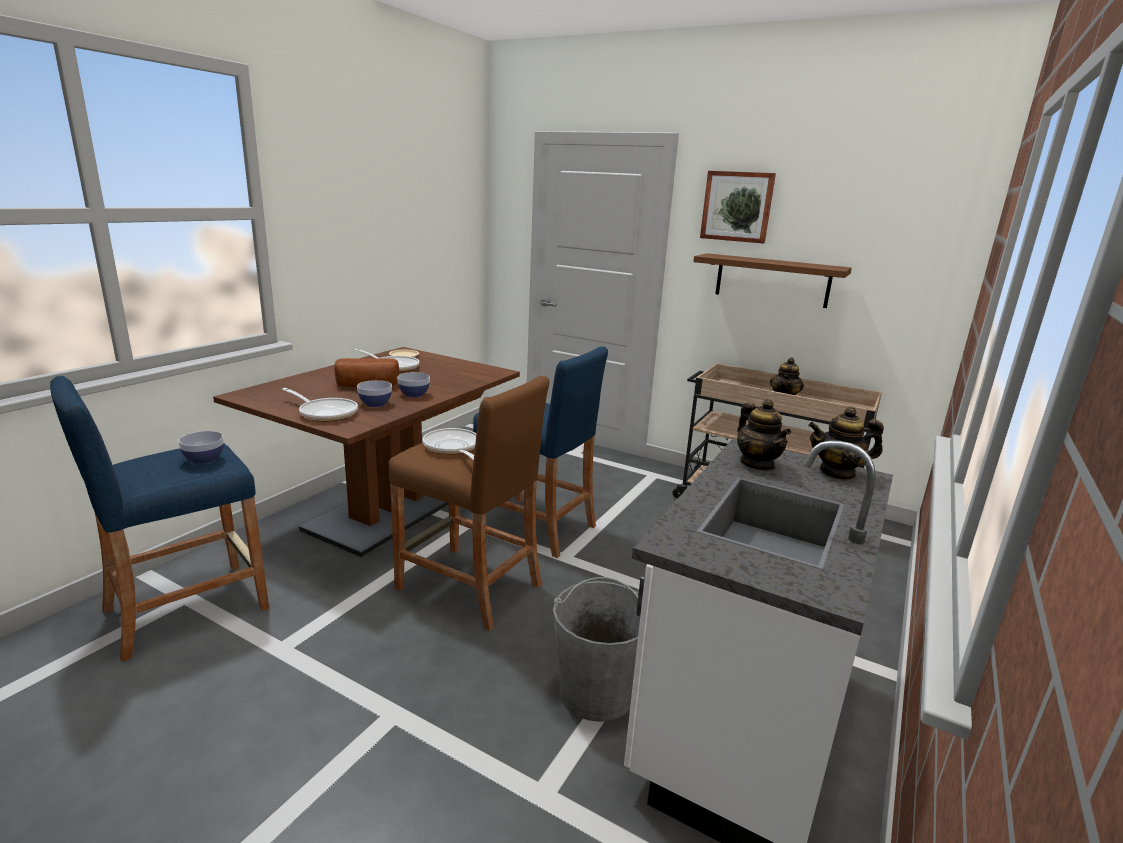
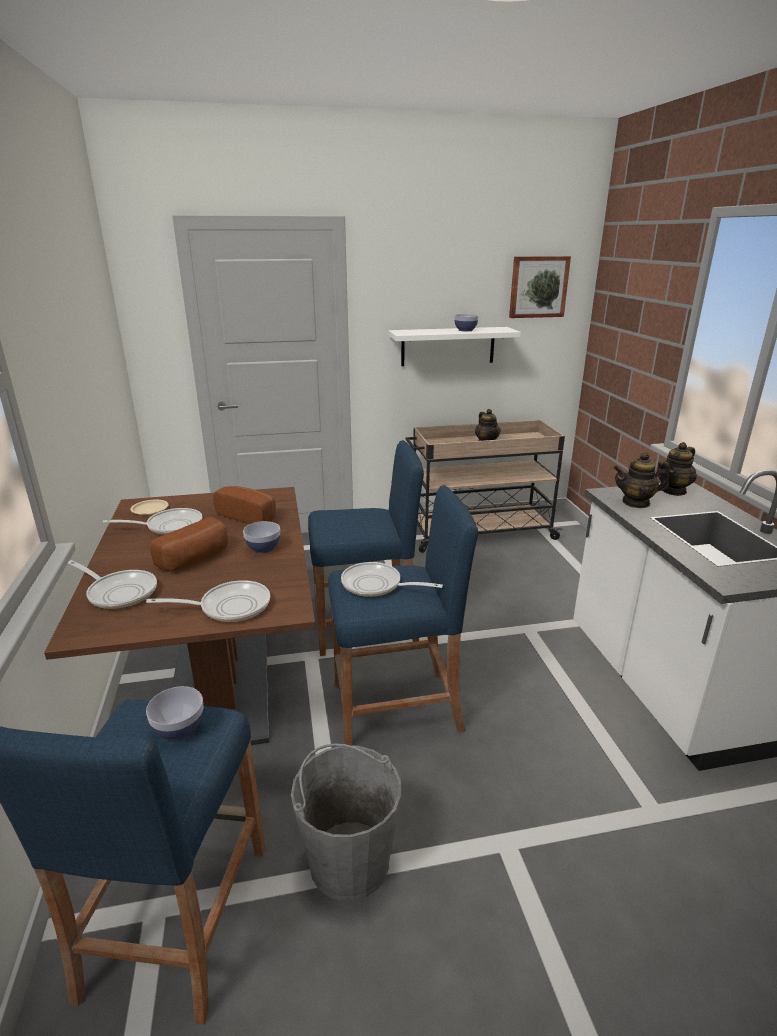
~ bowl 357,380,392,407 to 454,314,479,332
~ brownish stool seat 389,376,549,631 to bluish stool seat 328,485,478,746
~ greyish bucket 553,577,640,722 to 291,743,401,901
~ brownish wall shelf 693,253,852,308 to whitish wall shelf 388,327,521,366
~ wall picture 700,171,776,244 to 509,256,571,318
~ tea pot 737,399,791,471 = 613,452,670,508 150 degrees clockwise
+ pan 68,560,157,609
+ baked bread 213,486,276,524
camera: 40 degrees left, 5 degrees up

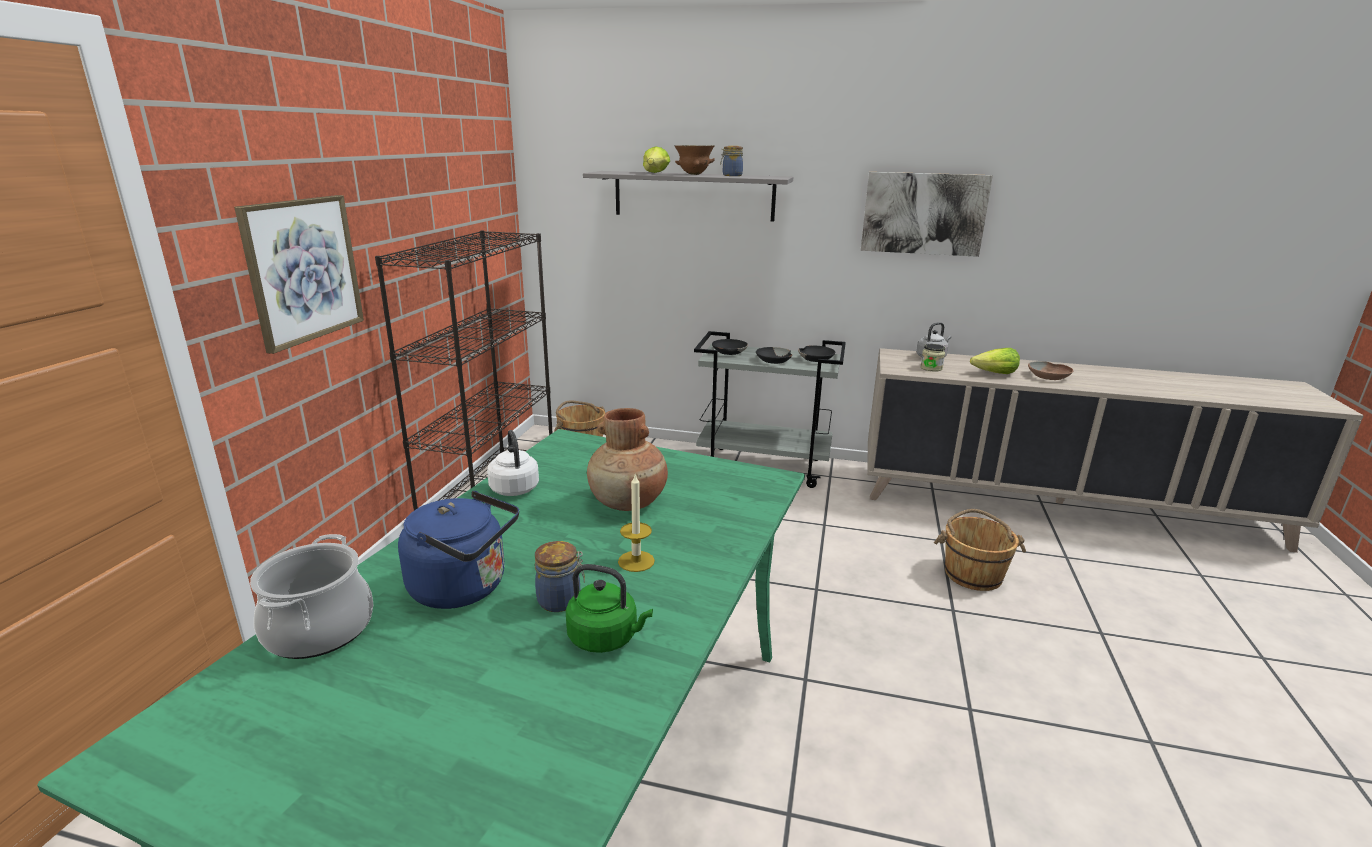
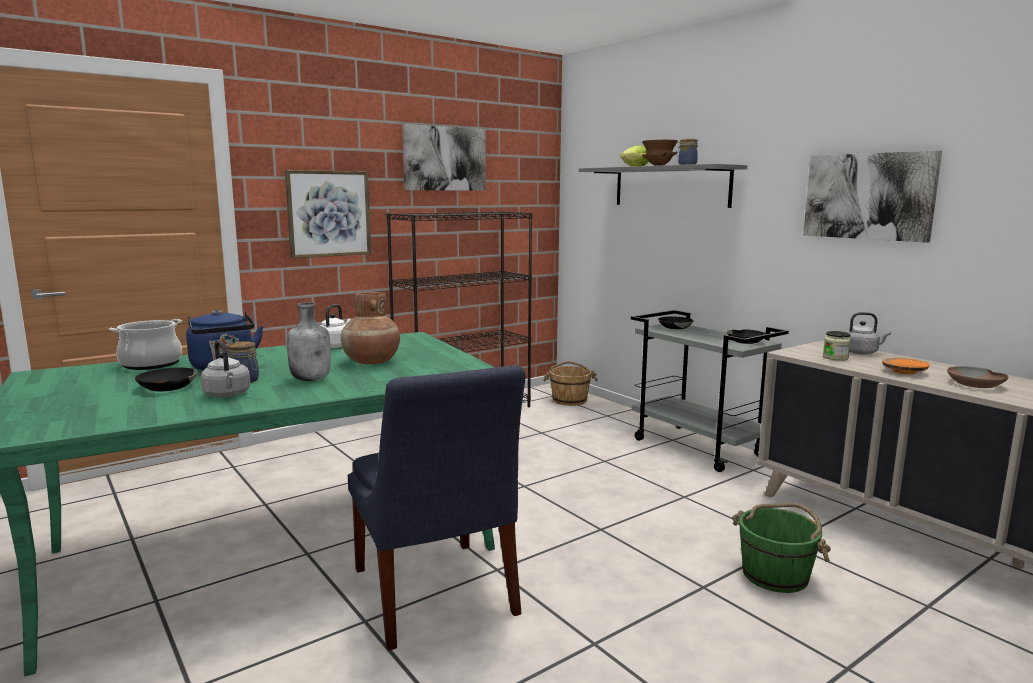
~ green-coloured tea kettle 566,564,653,653 to greyish tea kettle 201,340,250,398
~ candle 618,473,655,572 to greyish drink bottle 287,302,331,381
~ blackish bowl 756,347,792,364 to 135,367,198,391
~ brownish bucket 934,509,1026,591 to green-coloured bucket 732,503,831,593
~ head of lettuce 970,348,1020,374 to orange dinner plate 882,358,930,374
+ bluish chair 348,365,526,650
+ wall picture 402,124,486,191
camera: 40 degrees right, 10 degrees down

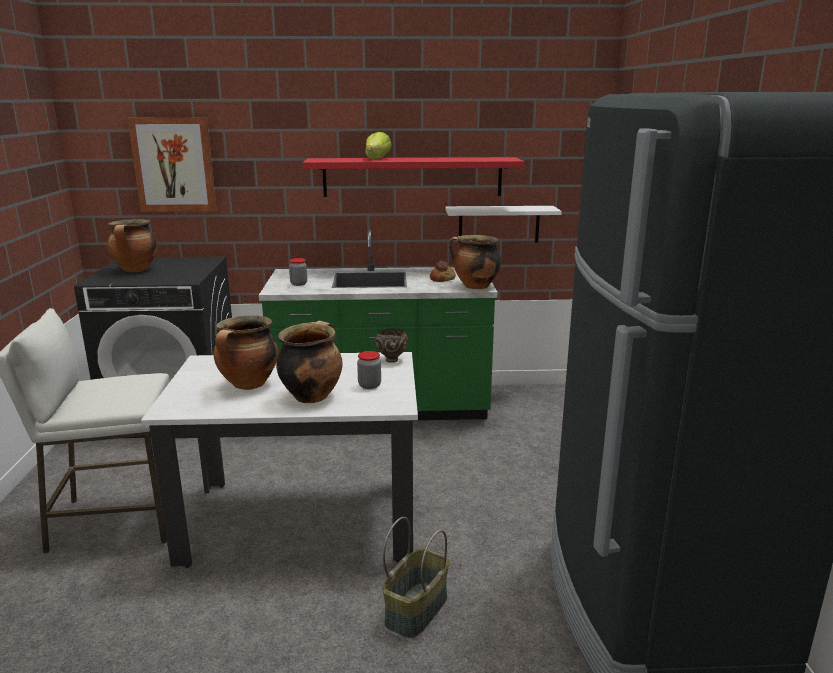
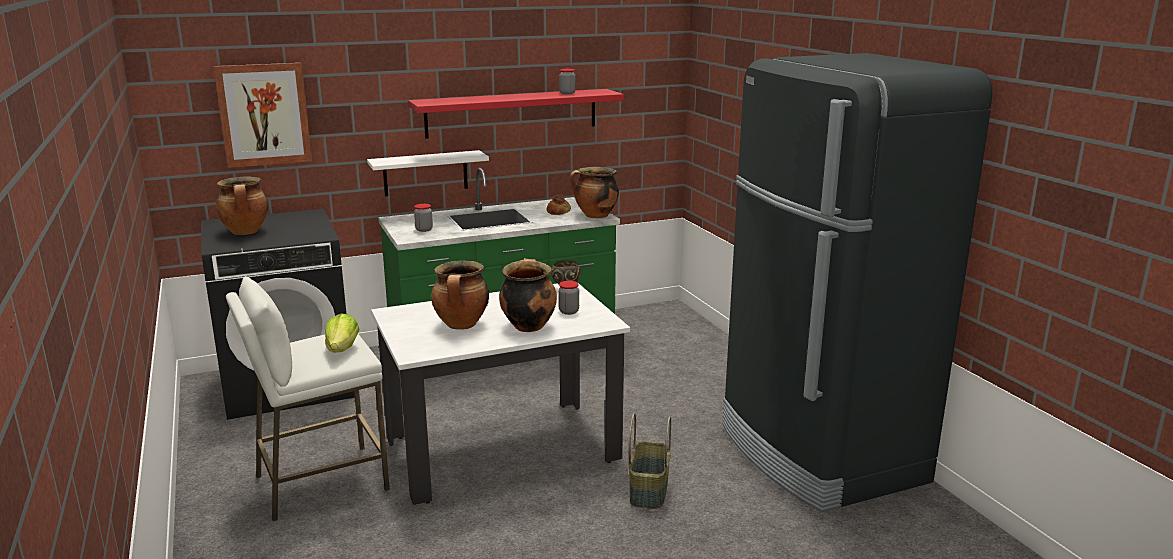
~ head of lettuce 365,132,392,159 to 325,313,359,353
~ whitish wall shelf 445,206,562,243 to 367,150,489,196
+ preserve jar 559,69,576,94
camera: 20 degrees left, 0 degrees up

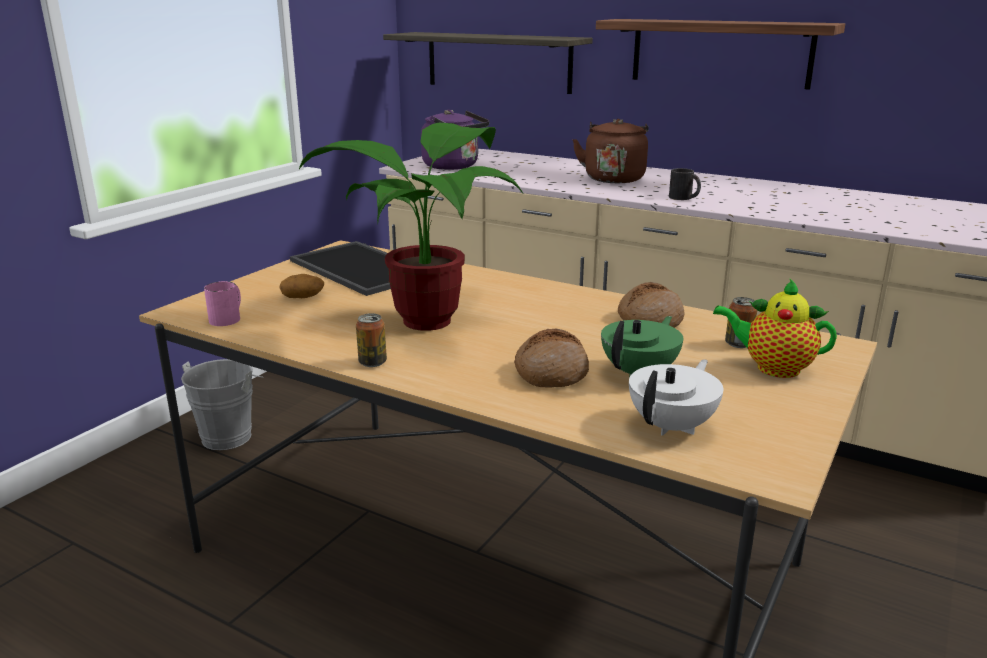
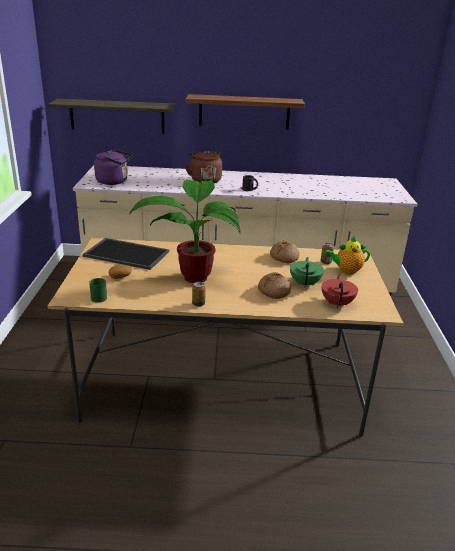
- greyish bucket 181,359,264,450
~ pink-coloured coffee mug 204,281,241,326 to green-coloured coffee mug 89,278,107,303
~ whitish tea pot 629,359,724,436 to red-coloured tea pot 322,275,358,308
camera: 30 degrees left, 5 degrees up

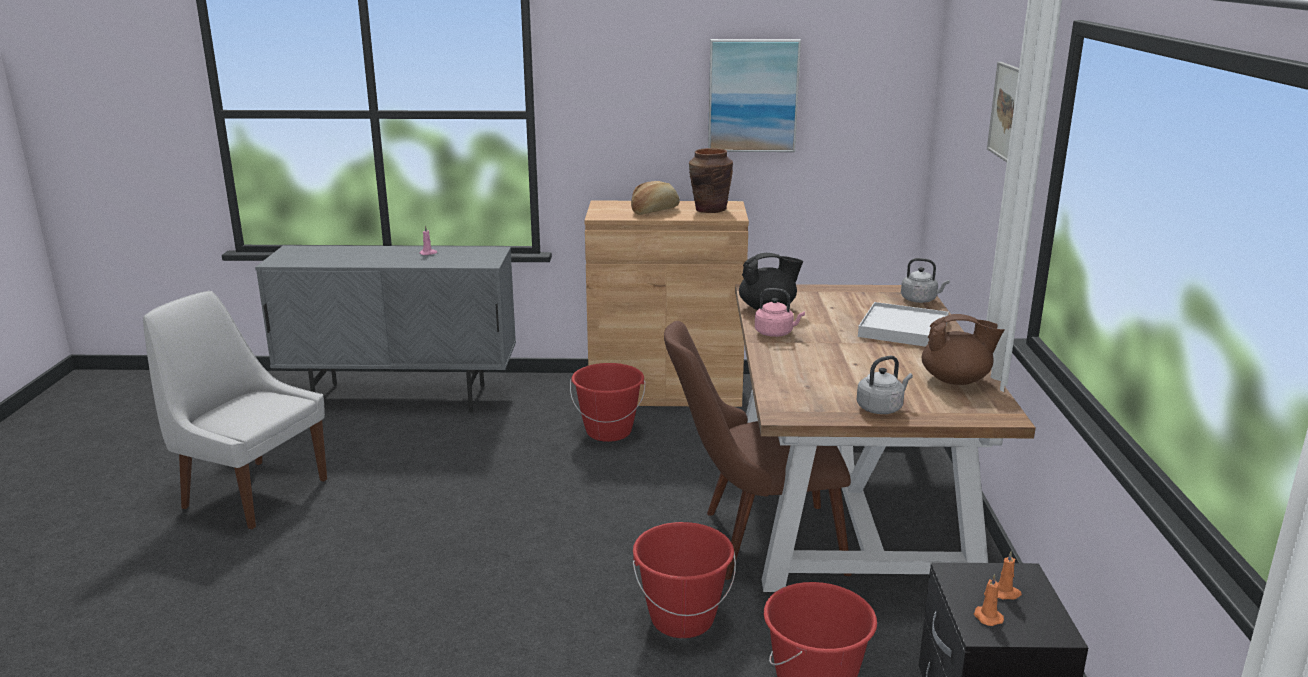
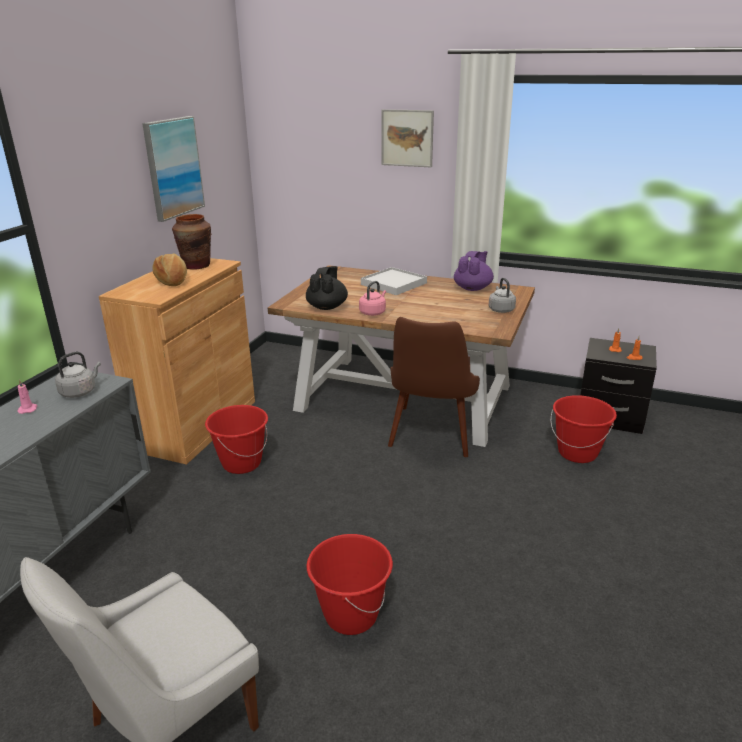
~ red-coloured bucket 633,522,736,638 to 306,534,393,635
~ greyish tea kettle 901,258,949,303 to 55,352,101,398
~ brownish tea pot 922,314,1005,385 to purple tea pot 454,251,494,291
camera: 70 degrees left, 5 degrees up

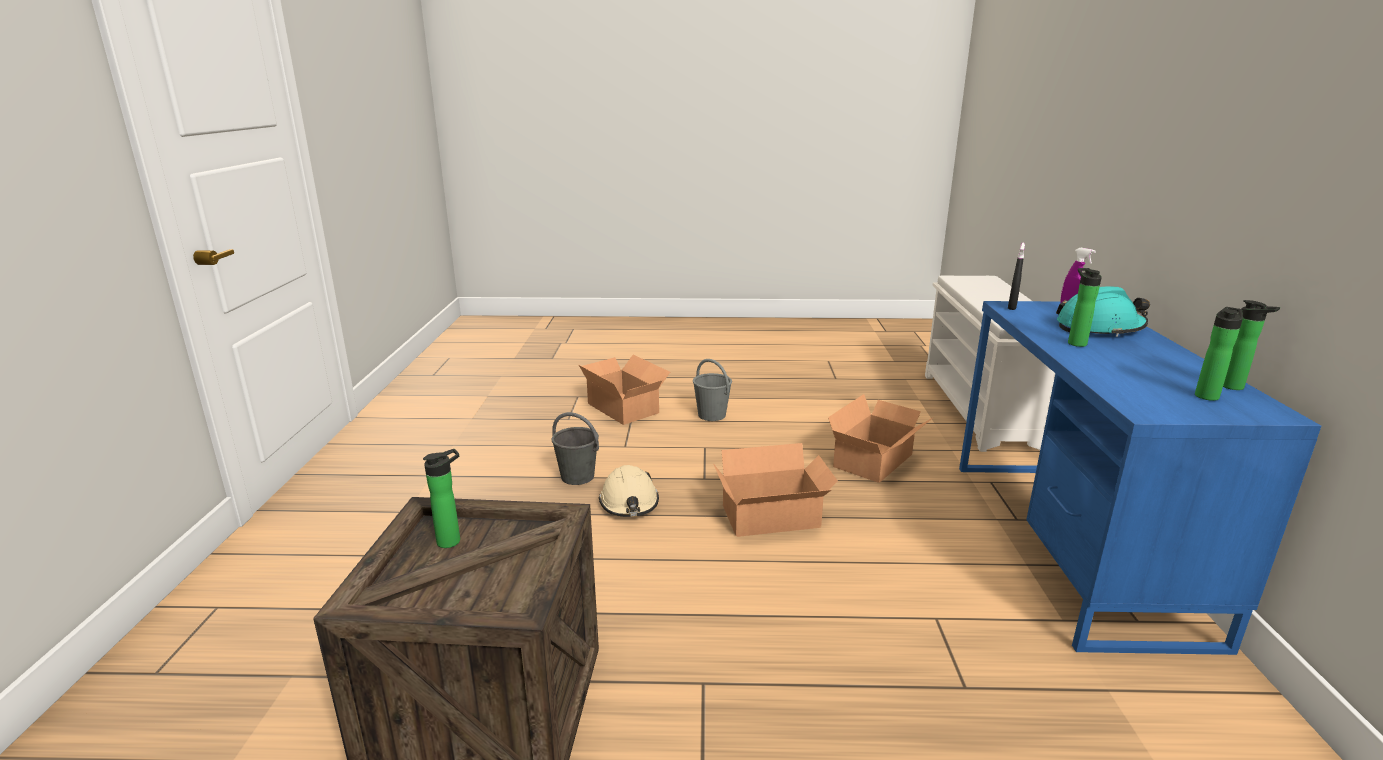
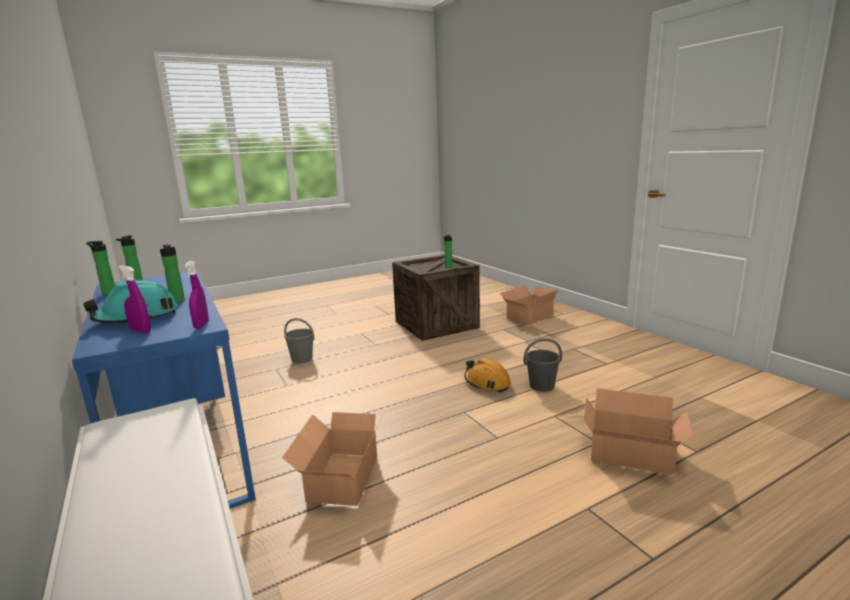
~ beige hard hat 599,465,659,517 to orange hard hat 464,358,511,393
~ greyish bucket 693,359,732,421 to 284,318,315,363
~ packing box 713,443,838,537 to 500,285,558,325
~ blackish hand sprayer 1008,243,1025,310 to purple hand sprayer 185,261,209,329
camera: 150 degrees right, 5 degrees down

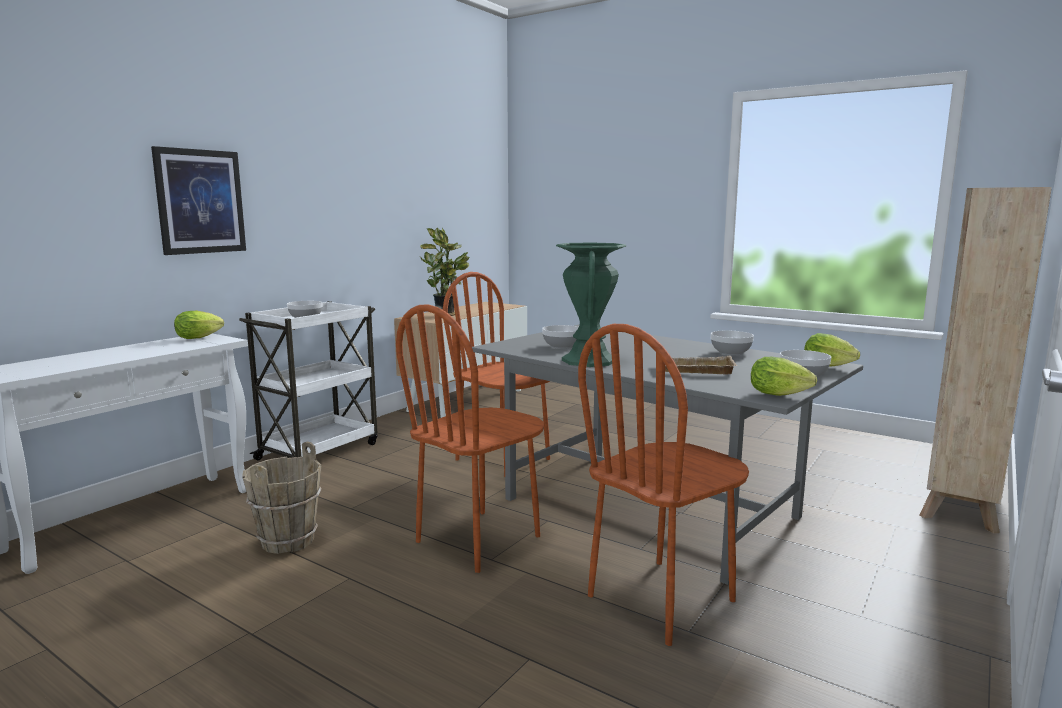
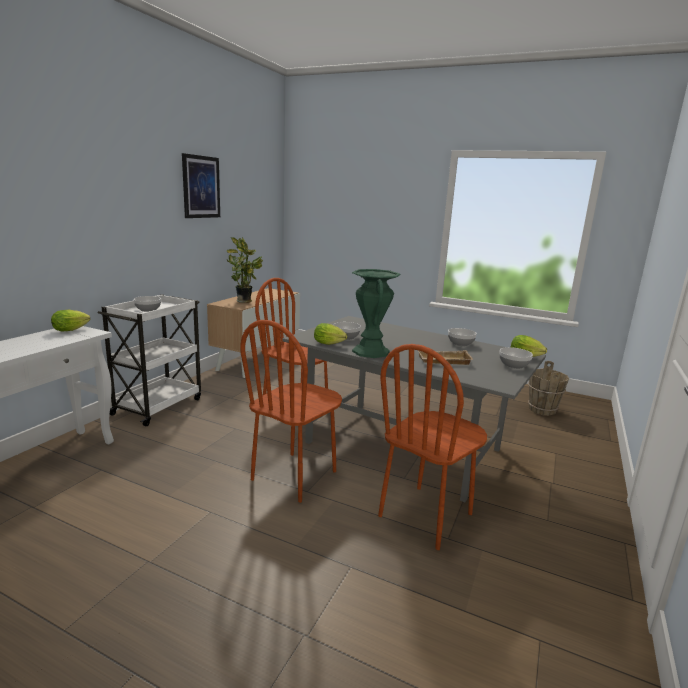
~ wall picture 151,146,246,255 to 182,153,220,218
~ brownish bucket 242,442,322,554 to 528,361,569,416
~ head of lettuce 751,357,817,396 to 314,323,347,345
- beige bookshelf 920,187,1052,534
camera: 10 degrees left, 5 degrees up

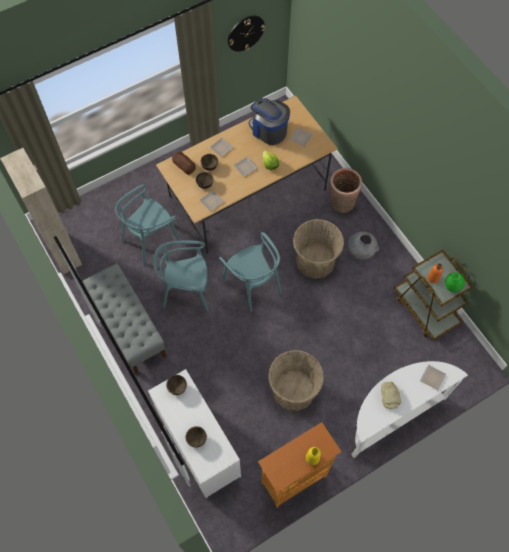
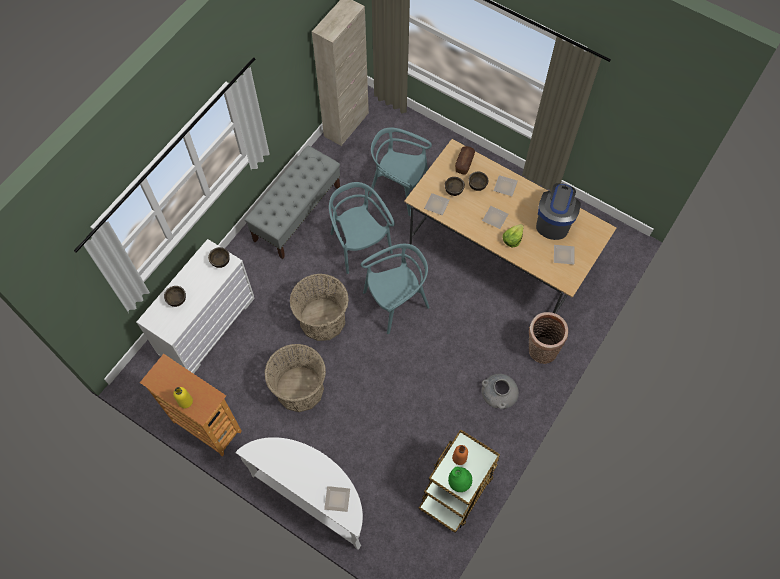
~ turquoise-coloured chair 219,232,282,312 = 361,244,430,334 150 degrees counterclockwise
- hanging clock 228,16,265,51
~ basket 293,219,344,279 to 290,274,349,341
- baked bread 381,382,401,409
camera: 65 degrees right, 0 degrees up

